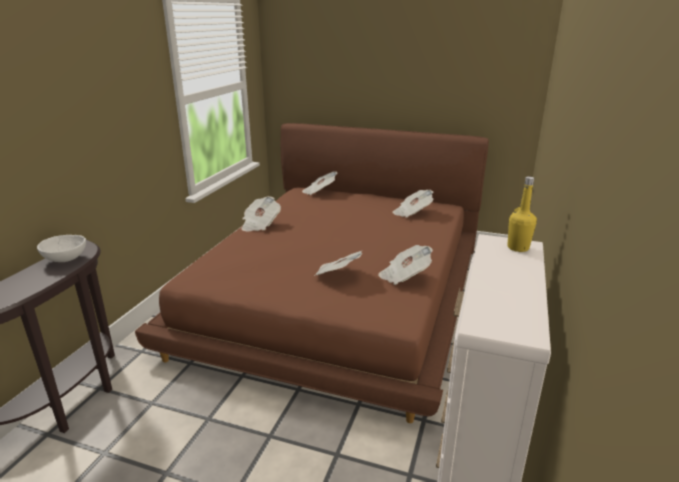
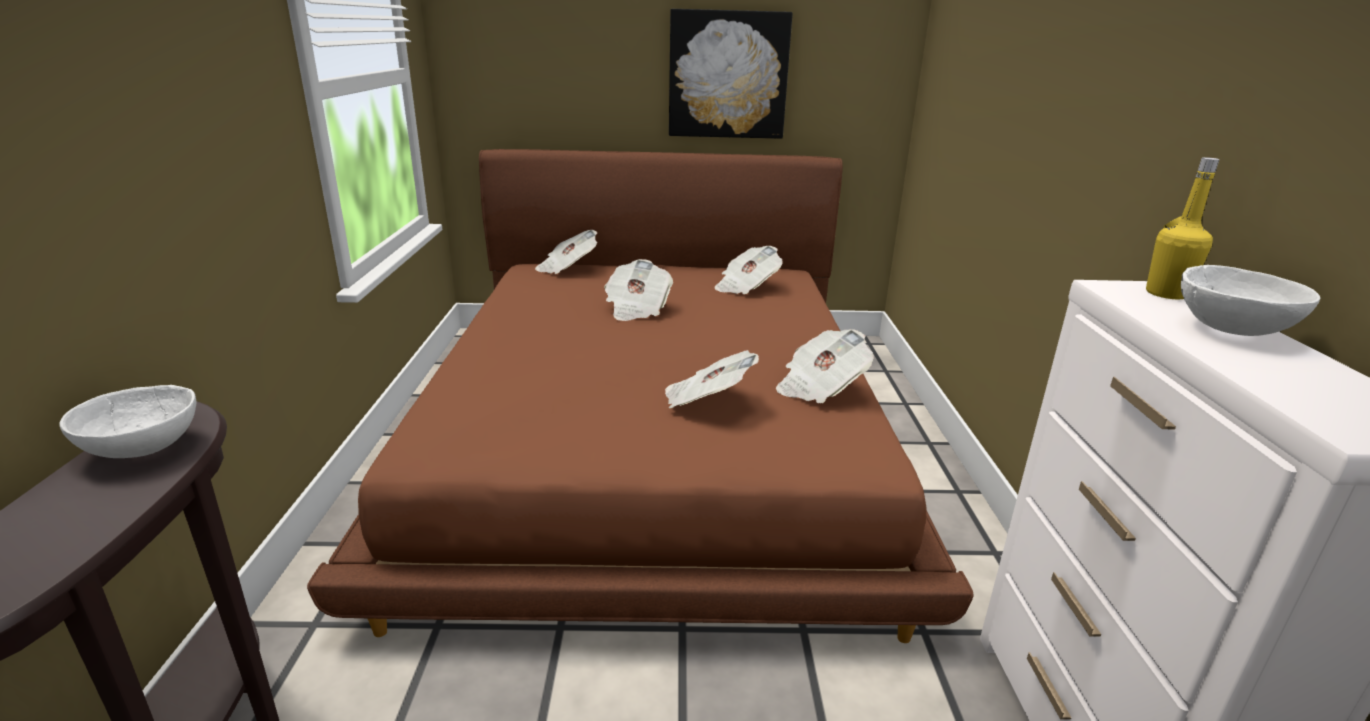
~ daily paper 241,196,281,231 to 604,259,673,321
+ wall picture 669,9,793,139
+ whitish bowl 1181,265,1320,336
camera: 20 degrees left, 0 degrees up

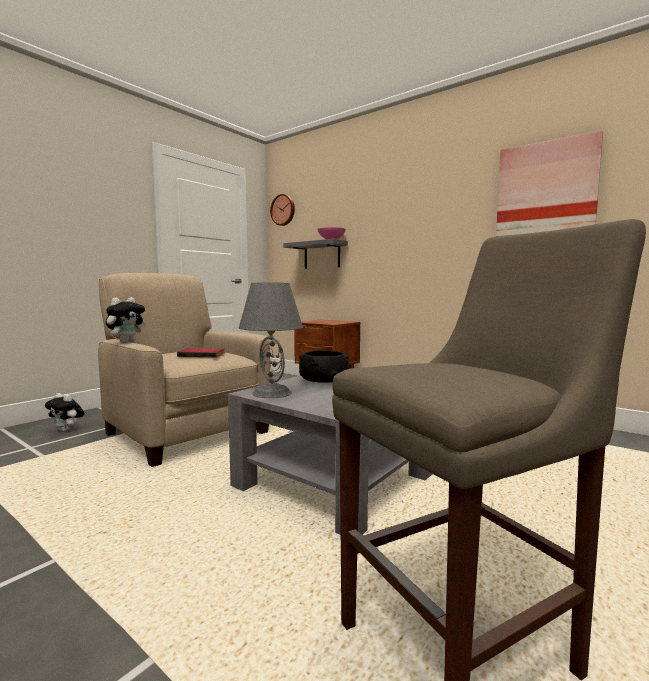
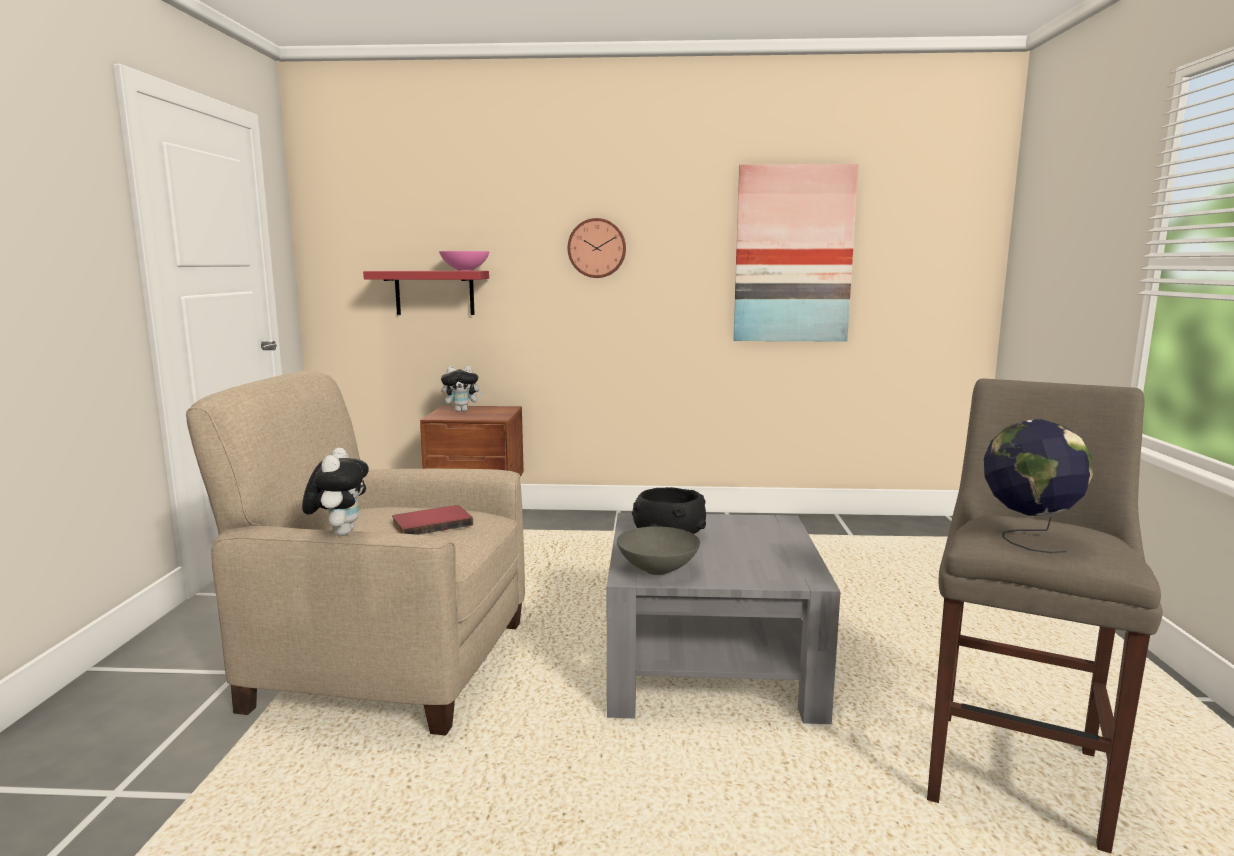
~ cuddly toy 45,393,84,432 to 441,366,484,412
~ greyish tabletop lamp 239,282,303,398 to greyish bowl 617,527,700,575
~ hanging clock 270,194,295,226 to 568,218,626,278
~ greyish wall shelf 283,239,348,269 to red-coloured wall shelf 363,271,489,315
+ globe 984,419,1093,553
camera: 35 degrees left, 5 degrees up

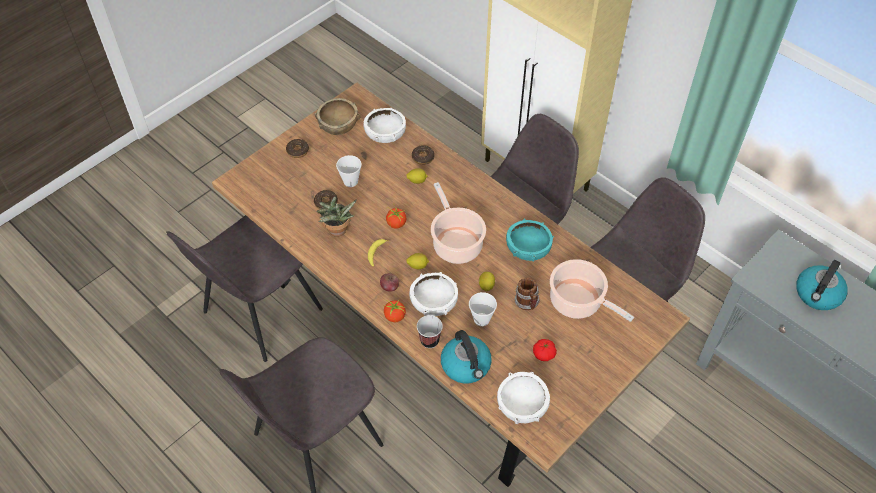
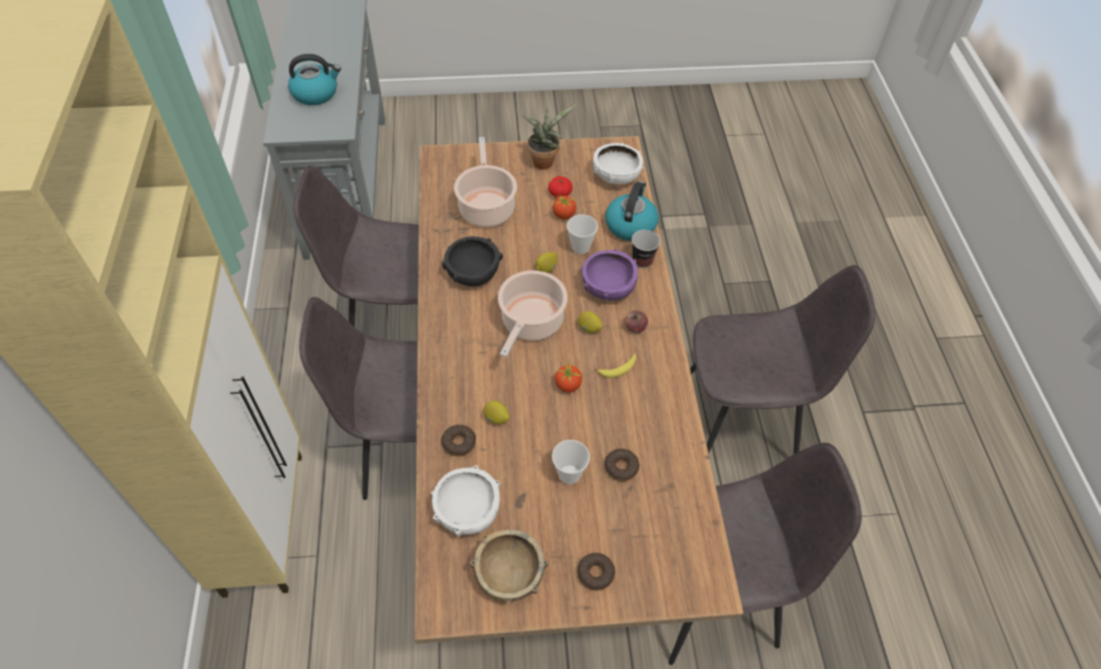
~ potted plant 317,197,357,237 to 523,104,577,170
~ fresh tomato 382,299,406,322 to 553,195,576,219
~ whitish bowl 409,272,458,316 to purple bowl 580,249,638,300
~ turquoise-coloured bowl 506,218,554,261 to blackish bowl 442,236,503,287
- coffee mug 514,278,539,310
camera: 140 degrees left, 0 degrees up

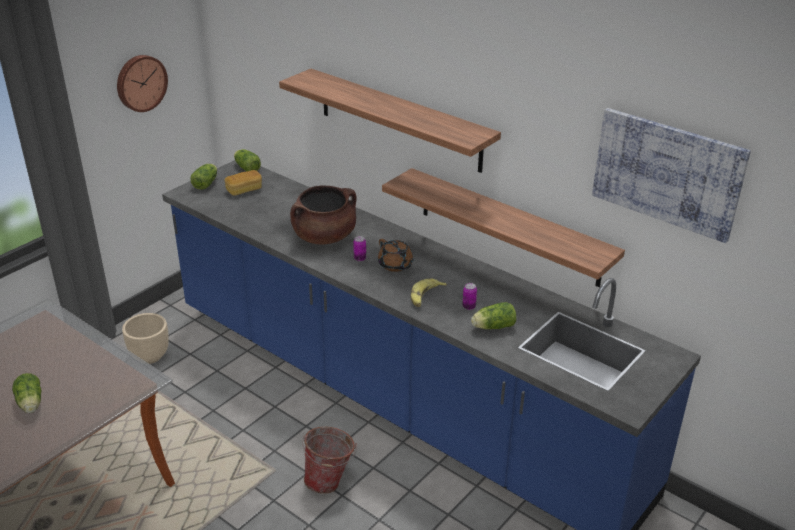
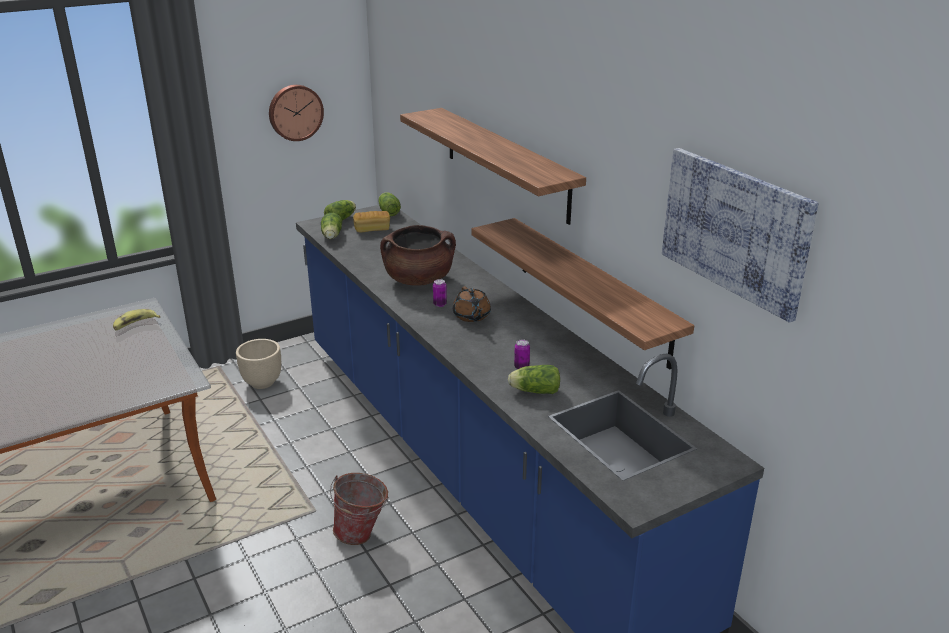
~ head of lettuce 12,373,41,413 to 321,213,342,239
~ banana 411,278,447,307 to 113,309,160,330
camera: 20 degrees right, 5 degrees down

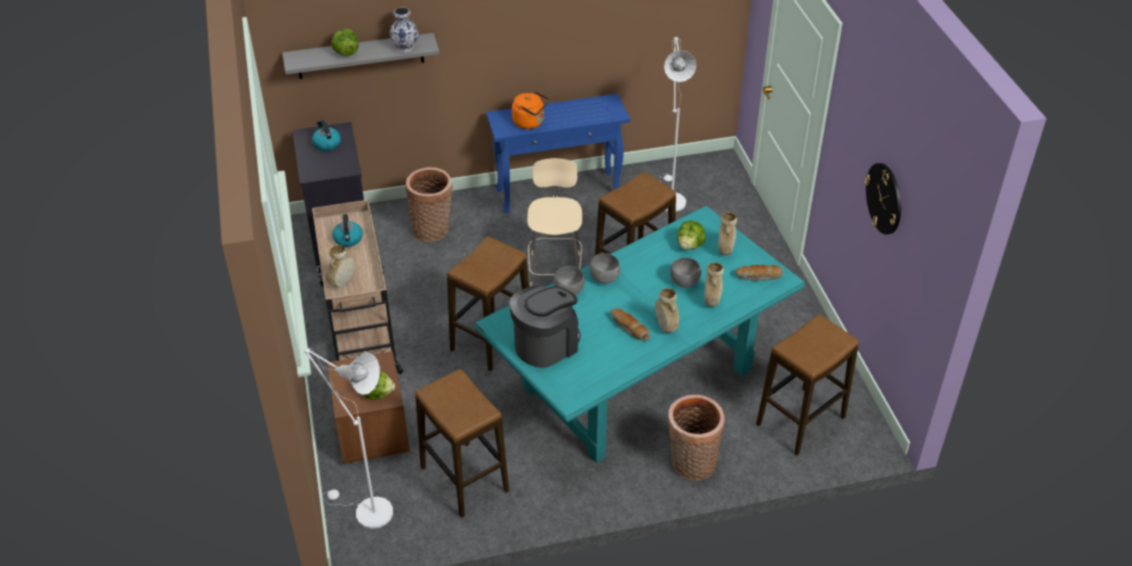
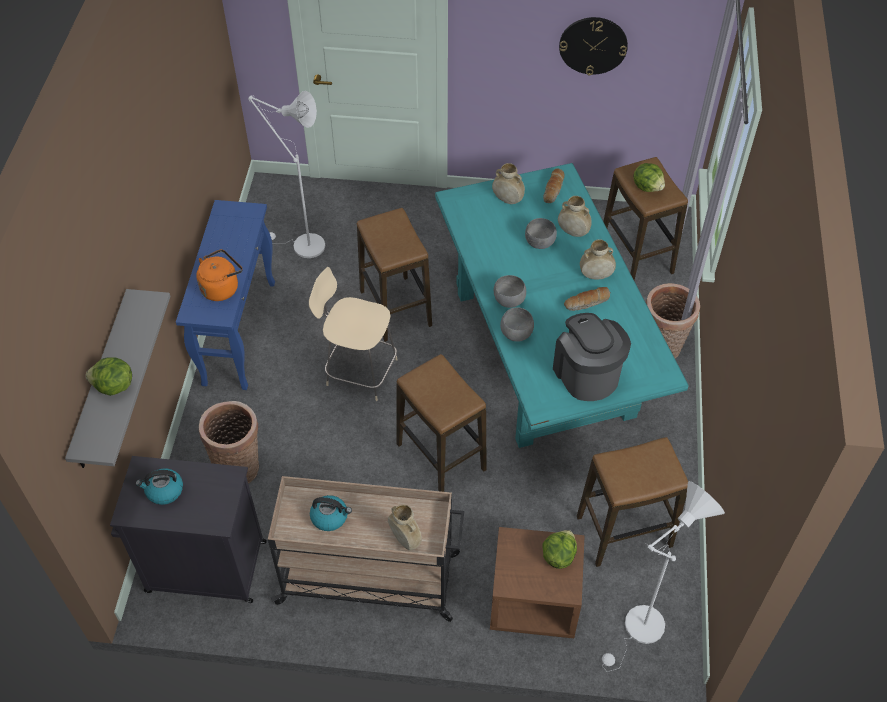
- flower vase 389,7,419,52
~ head of lettuce 677,221,705,249 to 633,163,665,192
camera: 70 degrees left, 10 degrees up

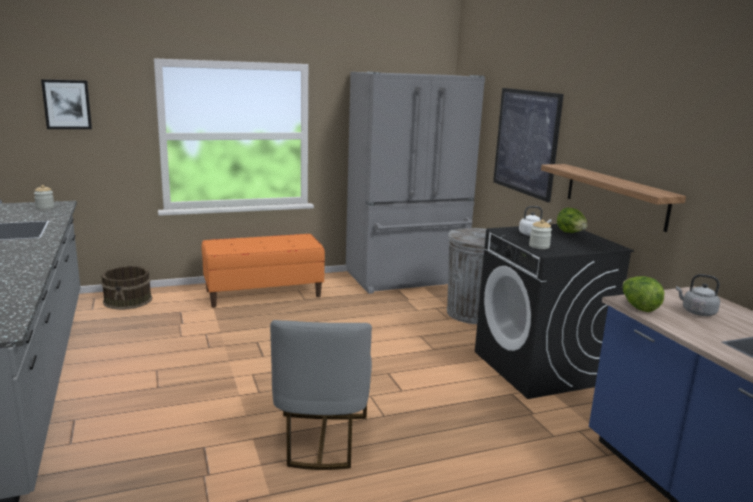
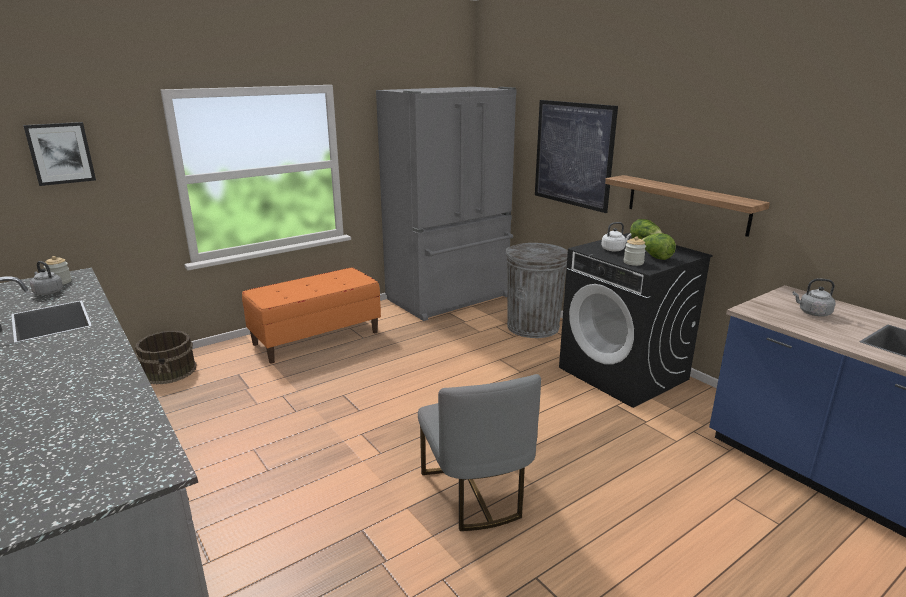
~ head of lettuce 623,276,664,312 to 642,233,676,260
+ greyish tea kettle 30,261,63,295
camera: 15 degrees left, 5 degrees up

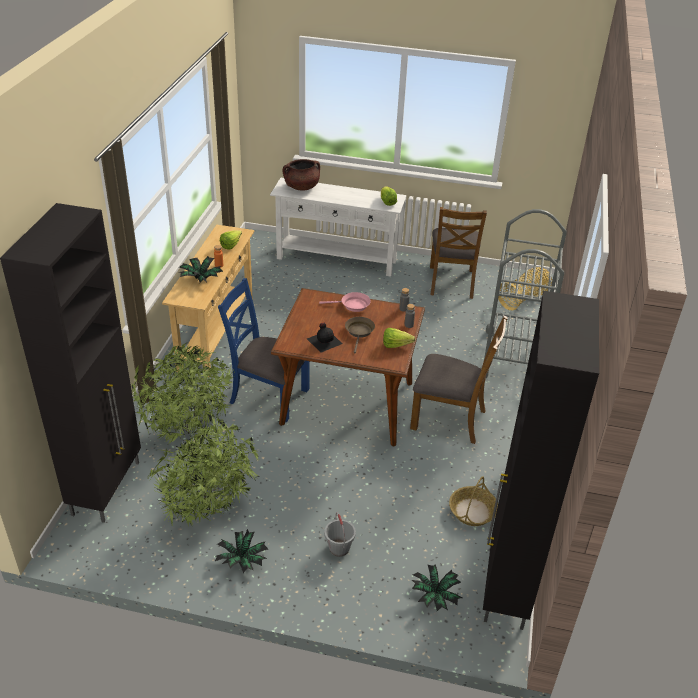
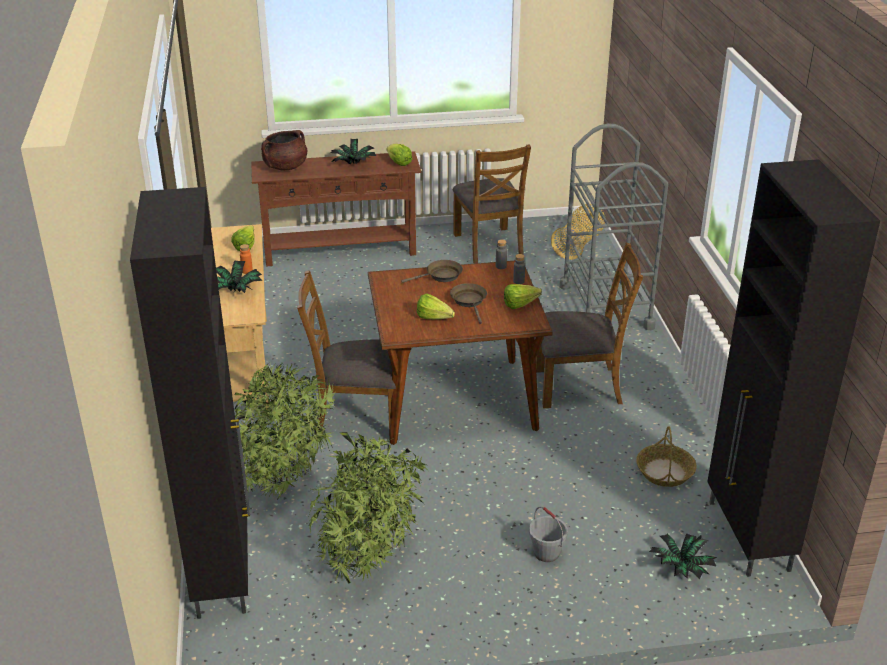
~ potted plant 215,529,268,573 to 330,139,376,164
~ bluish chair 218,278,310,423 to brownish chair 297,270,398,440
~ whitish hall table 270,178,406,277 to brownish hall table 251,151,421,266
~ blackish drink bottle 307,323,343,353 to head of lettuce 417,293,455,319
~ pink-coloured pan 319,292,371,312 to brownish pan 401,260,463,283
camera: 20 degrees left, 5 degrees down

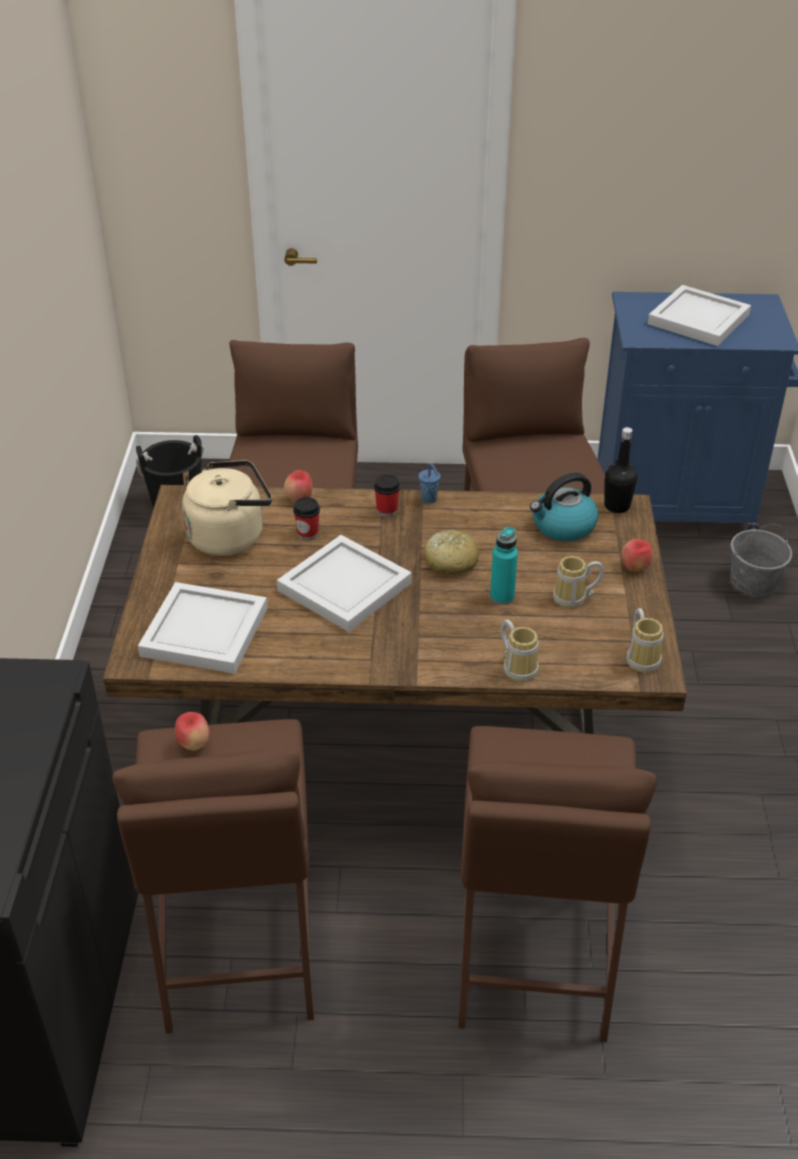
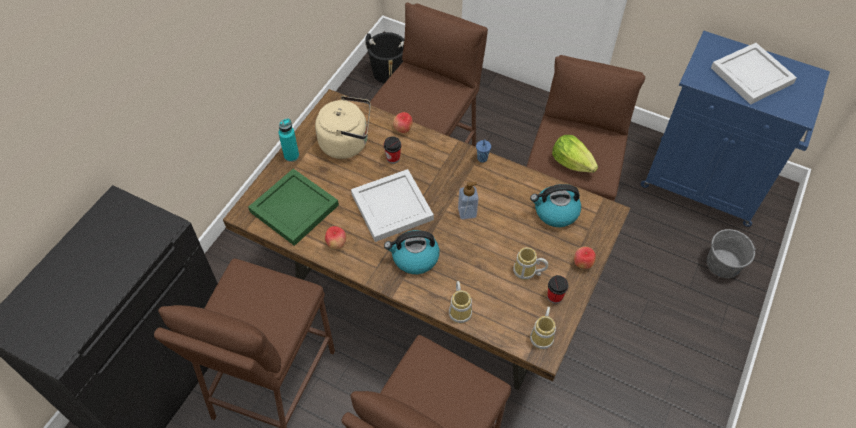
~ whitish serving tray 138,582,268,674 to green-coloured serving tray 248,169,339,246
~ whole apple 175,712,209,750 to 325,226,346,249
~ small cup 374,474,400,517 to 547,275,569,304
~ baked bread 424,530,479,575 to liquid soap bottle 458,182,479,219
~ turquoise-coloured drink bottle 490,527,518,605 to 278,118,299,162
- blackish drink bottle 604,427,638,513
+ tea kettle 384,230,439,274
+ head of lettuce 552,135,598,173
camera: 25 degrees right, 15 degrees up

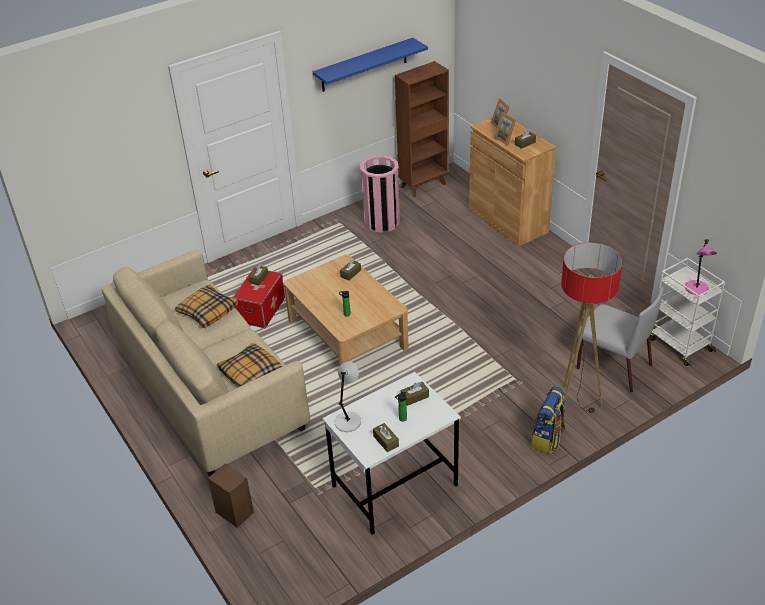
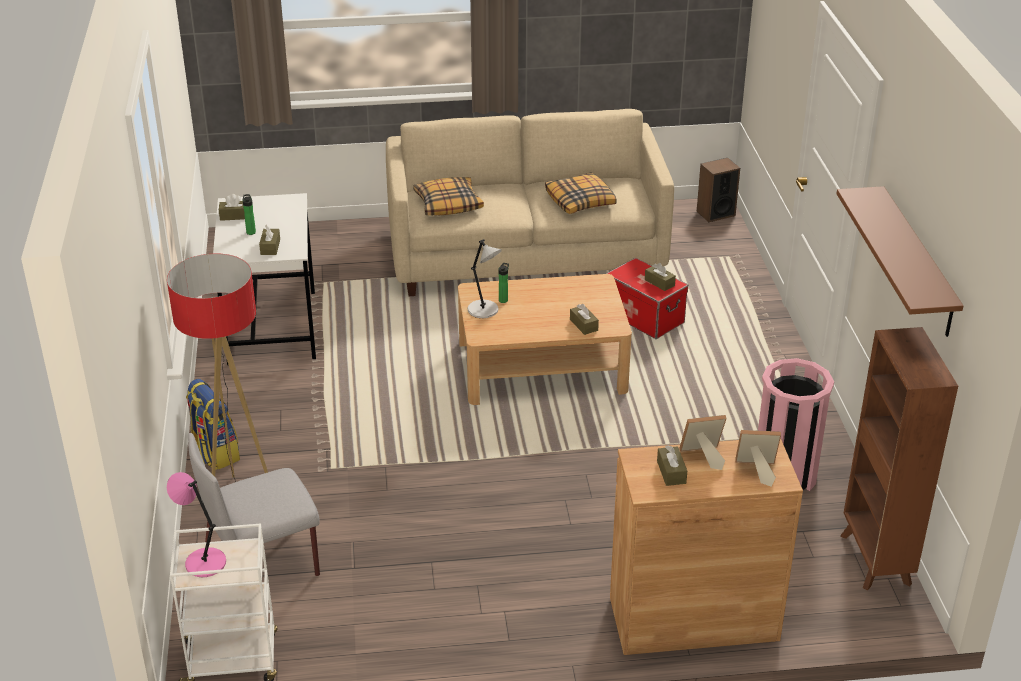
~ audio speaker 208,464,254,527 to 697,158,740,222
~ bluish wall shelf 313,38,428,92 to brownish wall shelf 836,186,963,337
~ greyish tabletop lamp 335,361,361,432 to 468,239,502,318
camera: 115 degrees right, 5 degrees down

